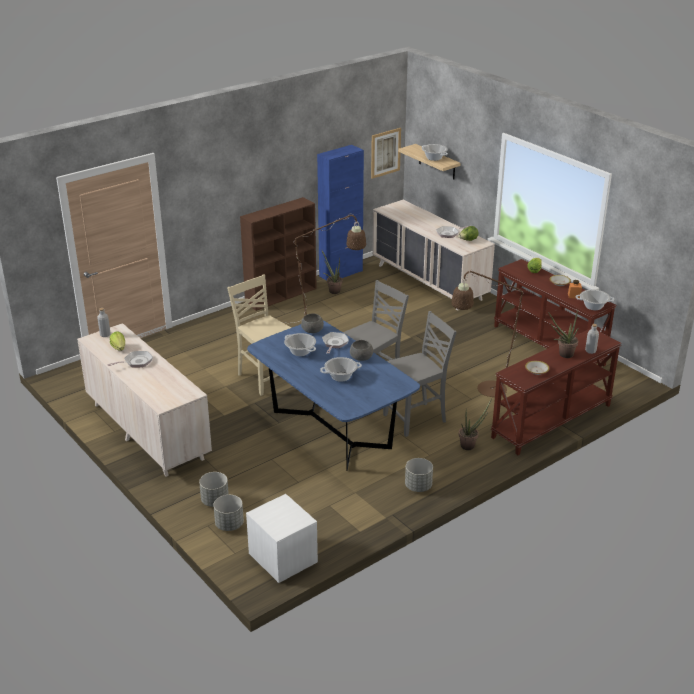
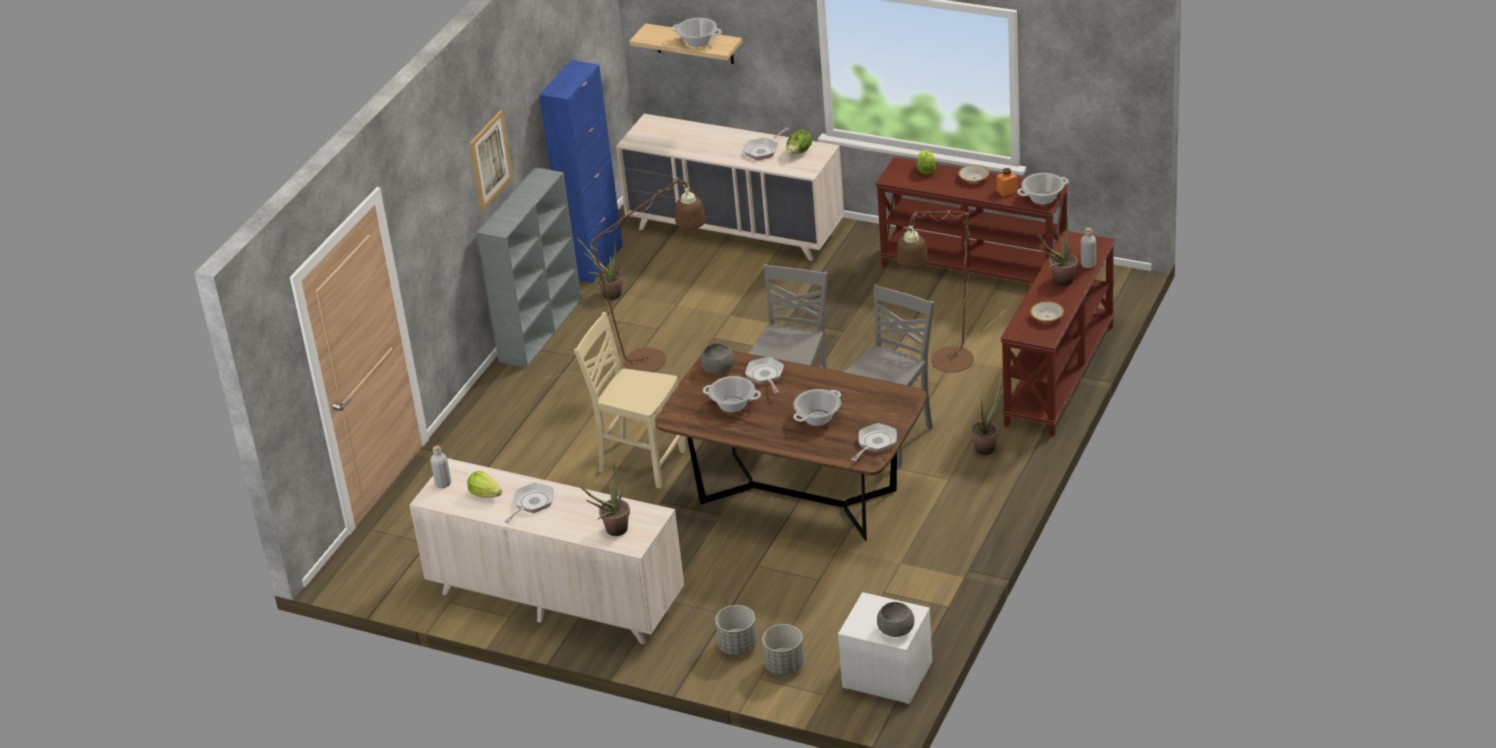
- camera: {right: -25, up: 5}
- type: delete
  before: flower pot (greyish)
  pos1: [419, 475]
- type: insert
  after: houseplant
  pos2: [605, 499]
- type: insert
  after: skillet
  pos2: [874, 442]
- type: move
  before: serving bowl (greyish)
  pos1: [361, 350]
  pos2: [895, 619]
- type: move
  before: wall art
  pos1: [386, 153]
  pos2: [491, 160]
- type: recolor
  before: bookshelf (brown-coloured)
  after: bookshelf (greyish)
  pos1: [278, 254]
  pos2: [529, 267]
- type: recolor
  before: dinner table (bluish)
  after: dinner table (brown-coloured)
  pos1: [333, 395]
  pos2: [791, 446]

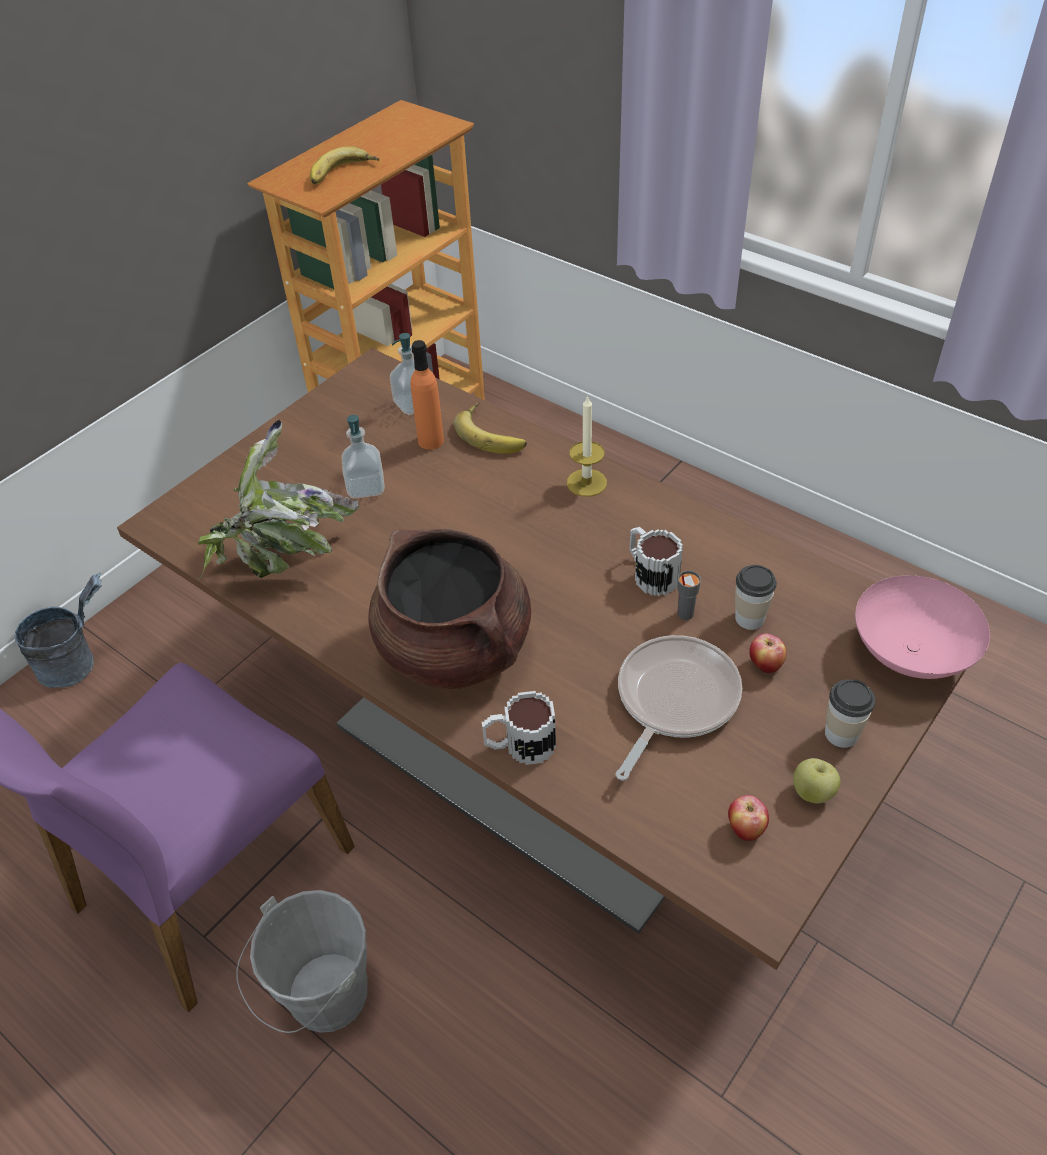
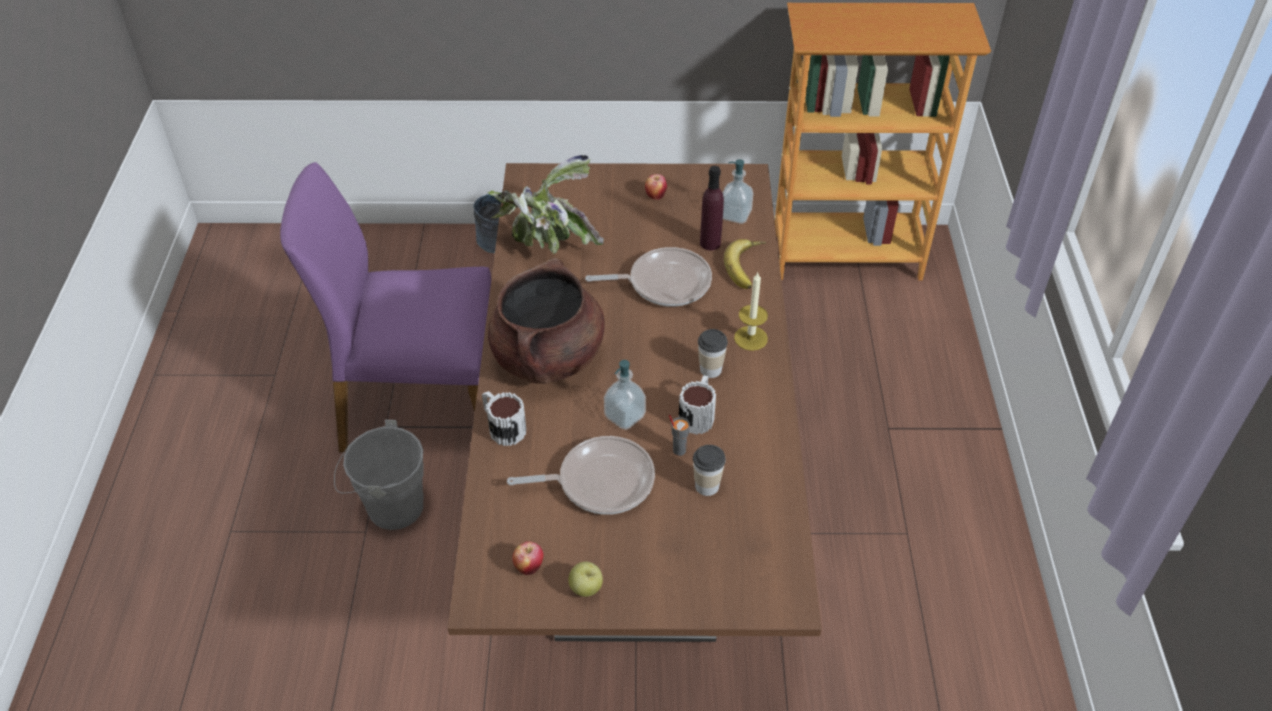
- camera: {right: 50, up: 0}
- type: delete
  before: whole banana
  pos1: [344, 165]
- type: delete
  before: serving bowl (pinkish)
  pos1: [922, 627]
- type: insert
  after: skillet
  pos2: [648, 277]
- type: move
  before: liquid soap bottle
  pos1: [363, 457]
  pos2: [625, 395]
- type: move
  before: apple
  pos1: [767, 653]
  pos2: [656, 187]
- type: move
  before: cup
  pos1: [850, 713]
  pos2: [713, 353]
- type: recolor
  before: drink bottle (orange-coloured)
  after: drink bottle (purple)
  pos1: [427, 395]
  pos2: [712, 208]

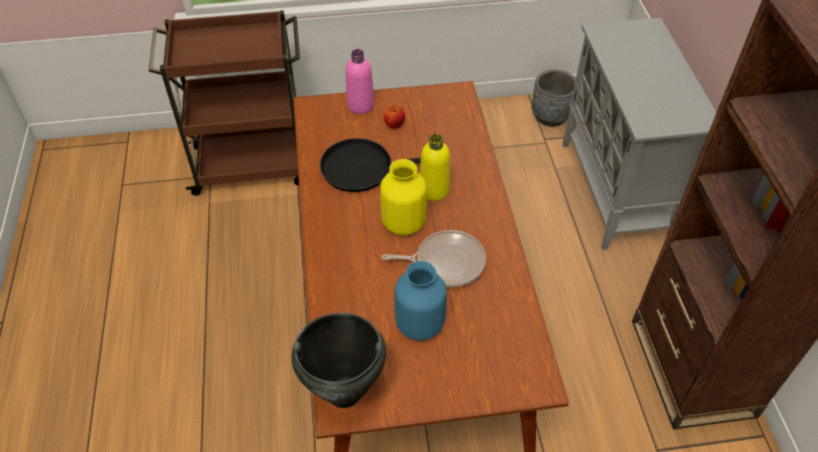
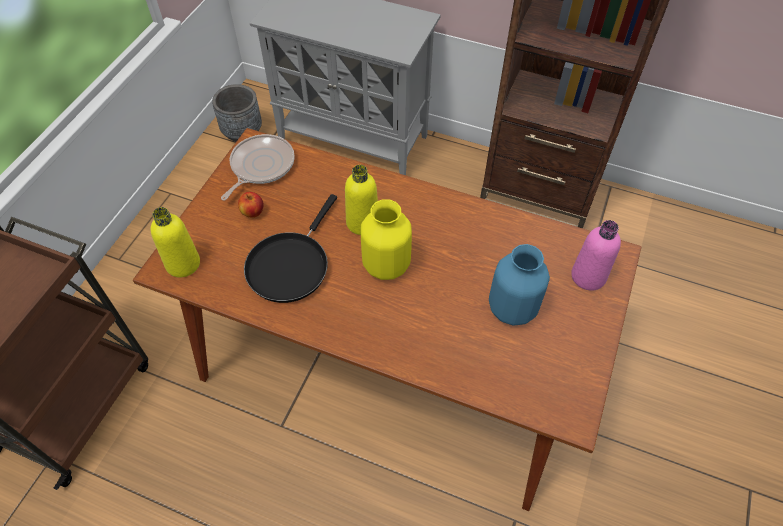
- camera: {right: -60, up: 5}
- type: delete
  before: stockpot (black)
  pos1: [339, 360]
- type: insert
  after: drink bottle (yellowish)
  pos2: [175, 242]
- type: move
  before: drink bottle (pinkish)
  pos1: [360, 81]
  pos2: [596, 255]
- type: move
  before: skillet
  pos1: [433, 258]
  pos2: [258, 167]

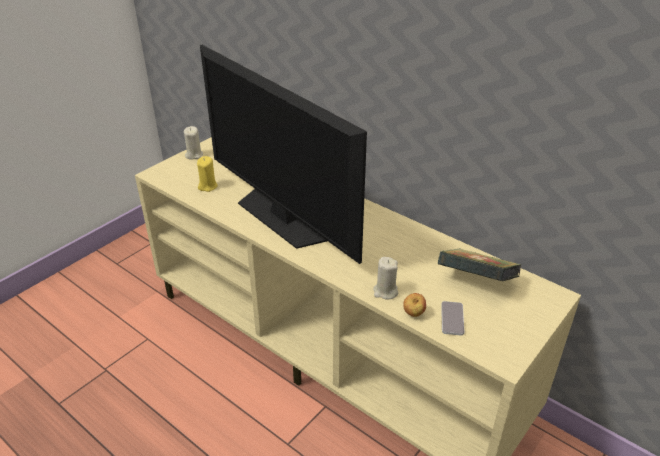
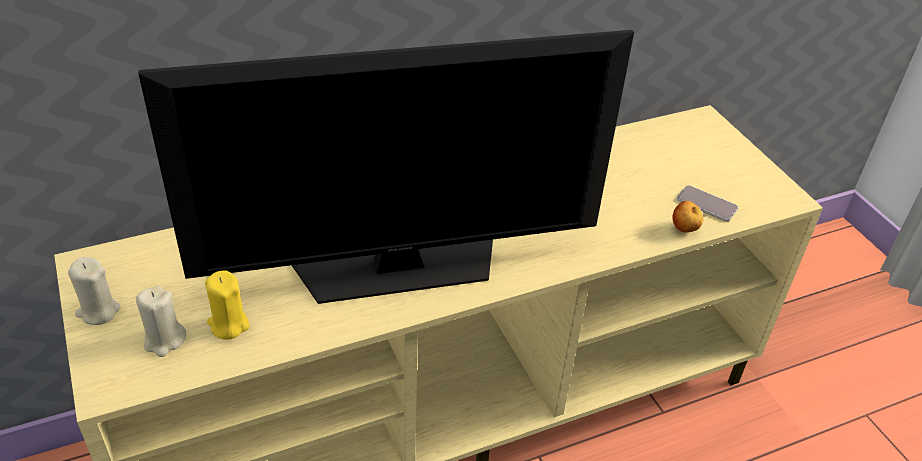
- camera: {right: -65, up: 5}
- type: delete
  before: bound book
  pos1: [479, 264]
- type: move
  before: wax light (beige-coloured)
  pos1: [385, 278]
  pos2: [161, 321]

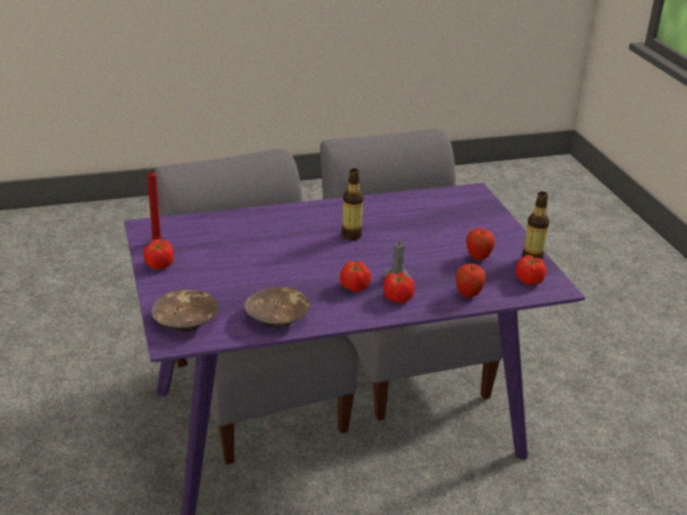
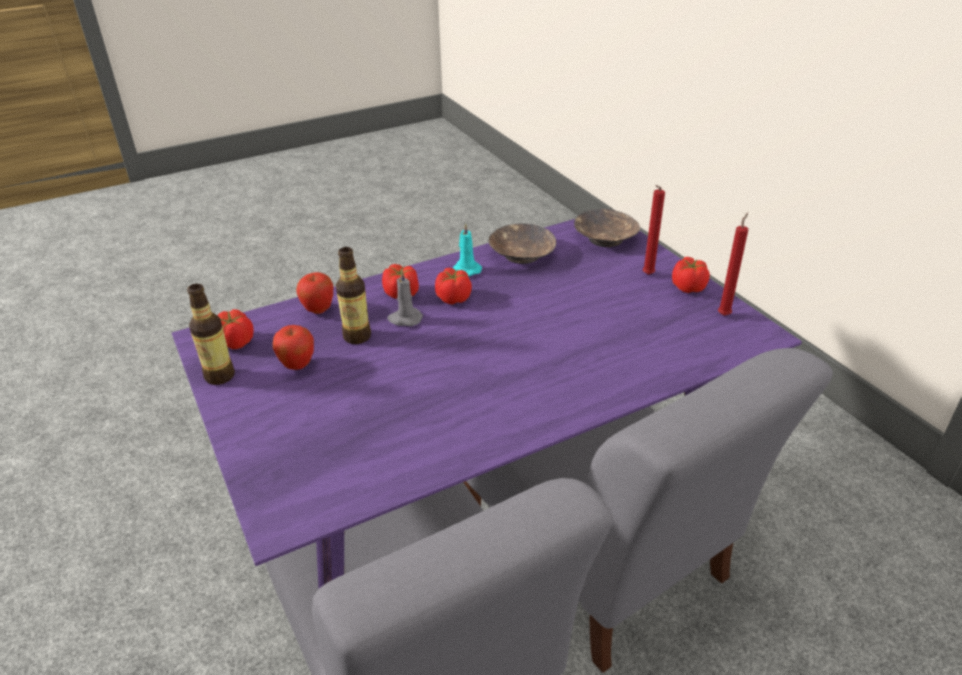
- camera: {right: 170, up: 5}
- type: insert
  after: wax light (blue-green)
  pos2: [467, 250]
- type: insert
  after: wax light (reddish)
  pos2: [654, 230]
- type: move
  before: drink bottle
  pos1: [352, 204]
  pos2: [353, 295]

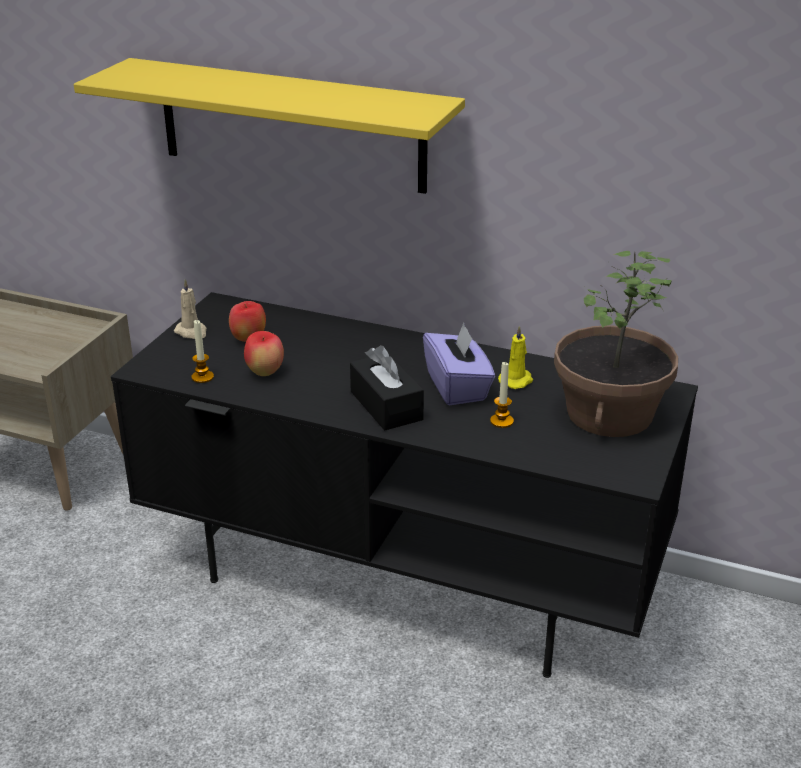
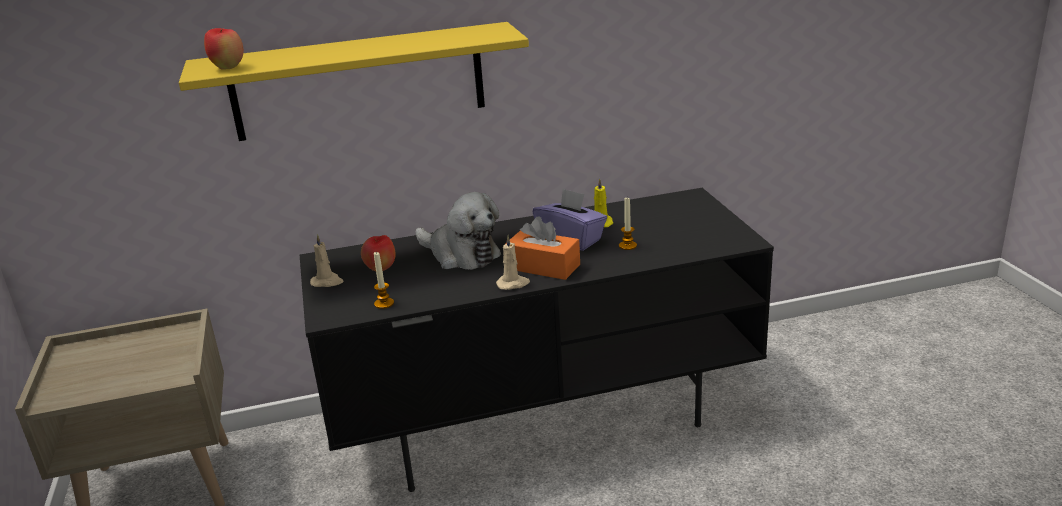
- camera: {right: -35, up: -5}
- type: delete
  before: houseplant
  pos1: [616, 344]
- type: insert
  after: cuddly toy
  pos2: [458, 231]
- type: insert
  after: wax light (beige-coloured)
  pos2: [513, 262]
- type: move
  before: apple
  pos1: [264, 353]
  pos2: [224, 49]
- type: recolor
  before: box of tissues (black)
  after: box of tissues (orange-coloured)
  pos1: [387, 387]
  pos2: [542, 248]

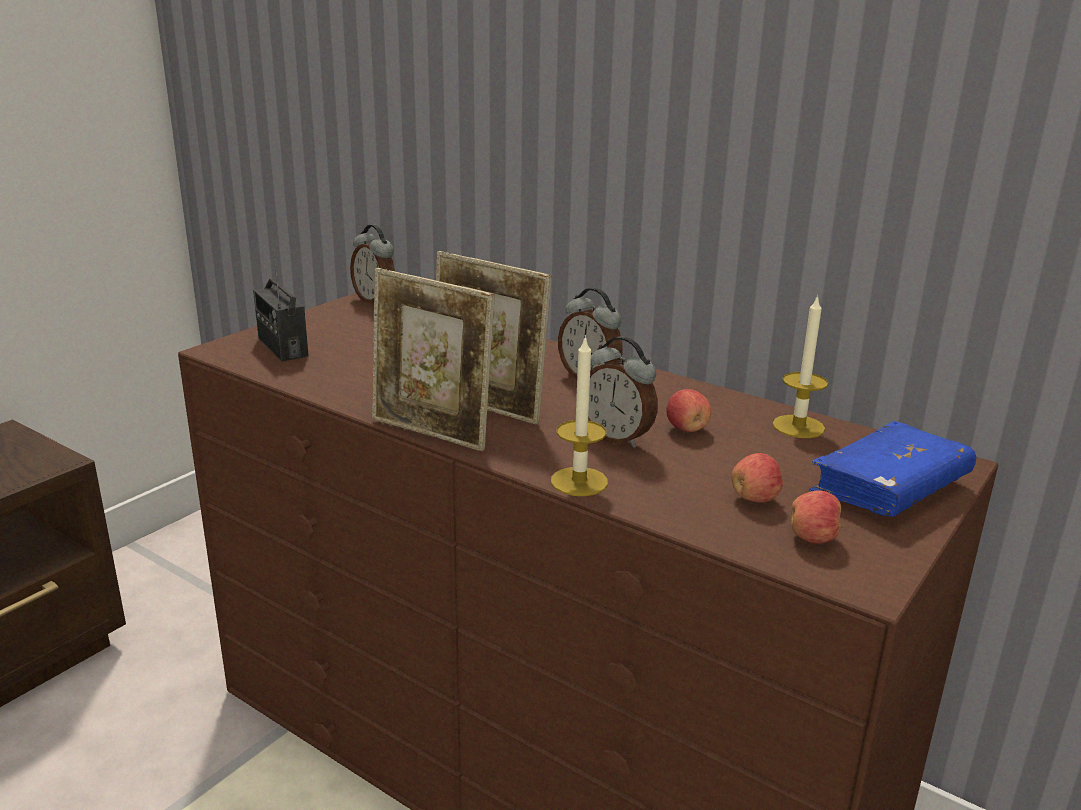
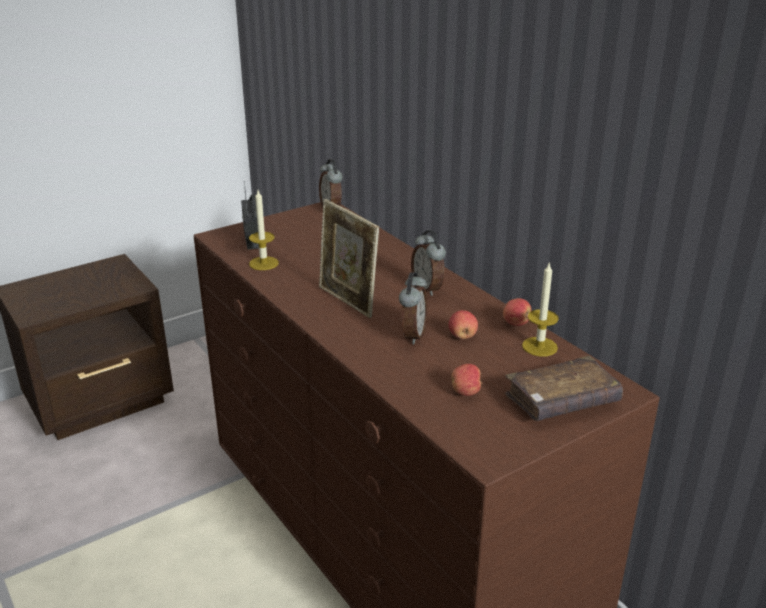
- camera: {right: 20, up: 5}
- type: delete
  before: picture frame
  pos1: [433, 359]
- type: move
  before: wax light
  pos1: [579, 415]
  pos2: [264, 230]
- type: move
  before: apple
  pos1: [817, 517]
  pos2: [517, 312]
- type: recolor
  before: bound book (bluish)
  after: bound book (brown-coloured)
  pos1: [892, 469]
  pos2: [564, 388]
- type: rotate
  before: alarm clock
  pos1: [623, 392]
  pos2: [413, 308]
  turn: -135

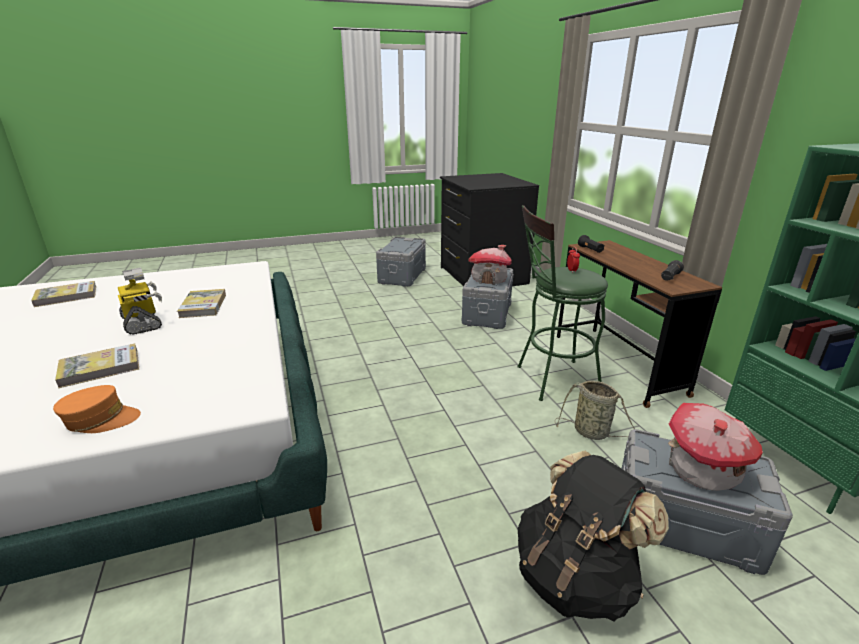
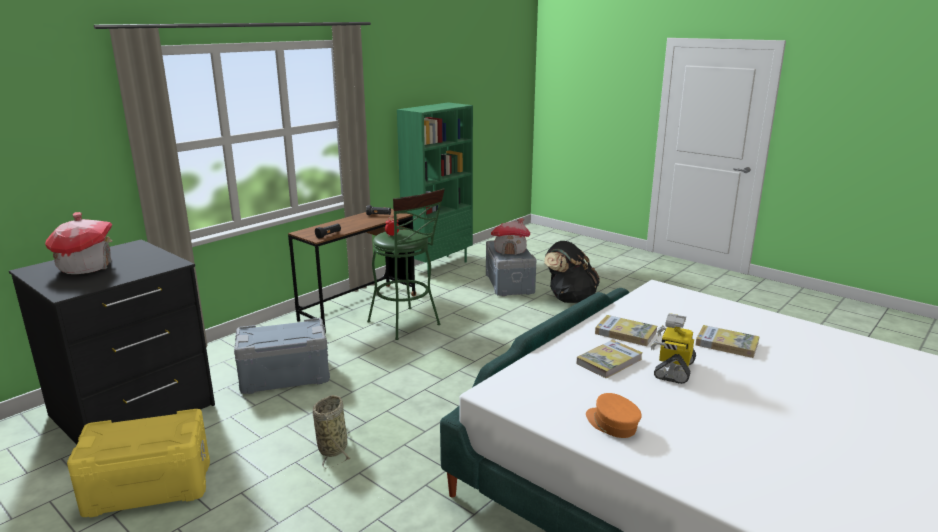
- camera: {right: -120, up: -5}
- type: move
  before: bound book
  pos1: [63, 294]
  pos2: [626, 330]
- type: move
  before: peaked cap (orange-coloured)
  pos1: [97, 409]
  pos2: [614, 415]
- type: move
  before: miniature house
  pos1: [490, 265]
  pos2: [79, 243]
- type: move
  before: basket
  pos1: [595, 410]
  pos2: [331, 432]
- type: recolor
  before: storage bin (greyish)
  after: storage bin (yellowish)
  pos1: [401, 262]
  pos2: [138, 463]

